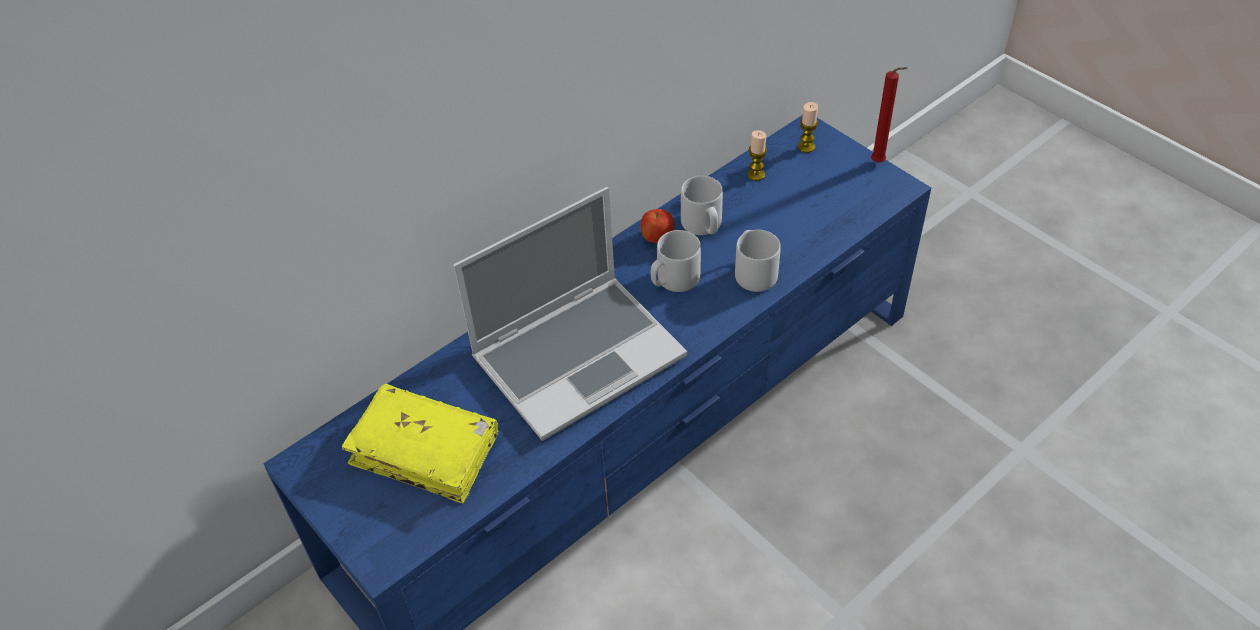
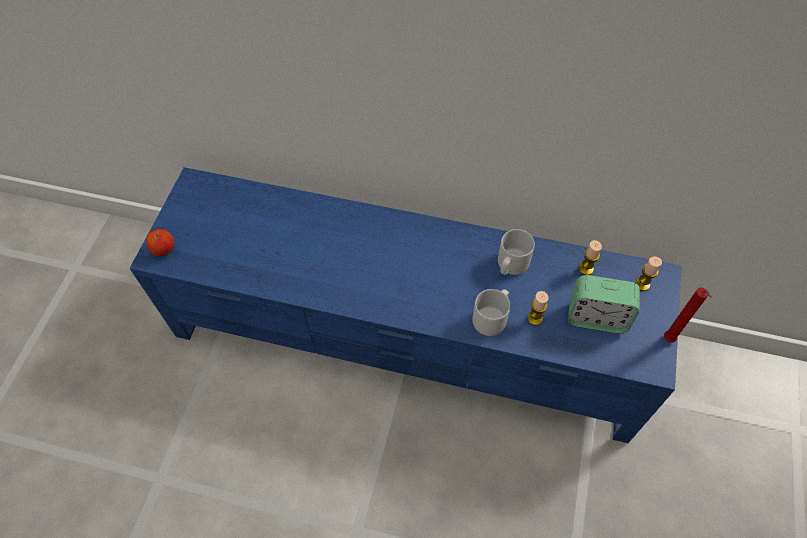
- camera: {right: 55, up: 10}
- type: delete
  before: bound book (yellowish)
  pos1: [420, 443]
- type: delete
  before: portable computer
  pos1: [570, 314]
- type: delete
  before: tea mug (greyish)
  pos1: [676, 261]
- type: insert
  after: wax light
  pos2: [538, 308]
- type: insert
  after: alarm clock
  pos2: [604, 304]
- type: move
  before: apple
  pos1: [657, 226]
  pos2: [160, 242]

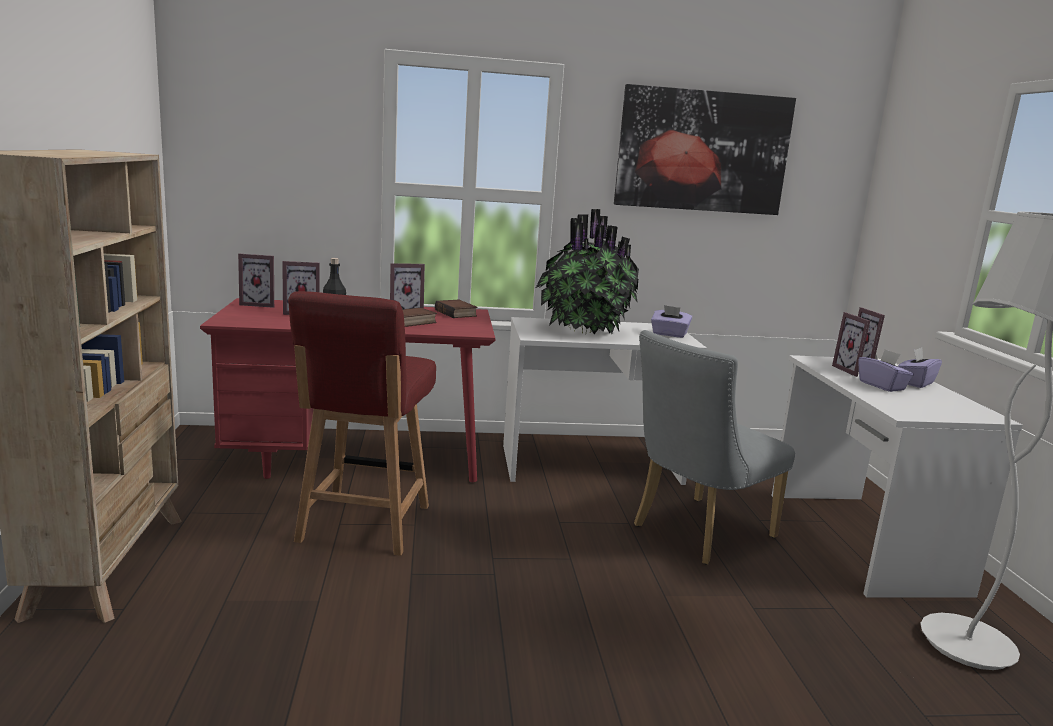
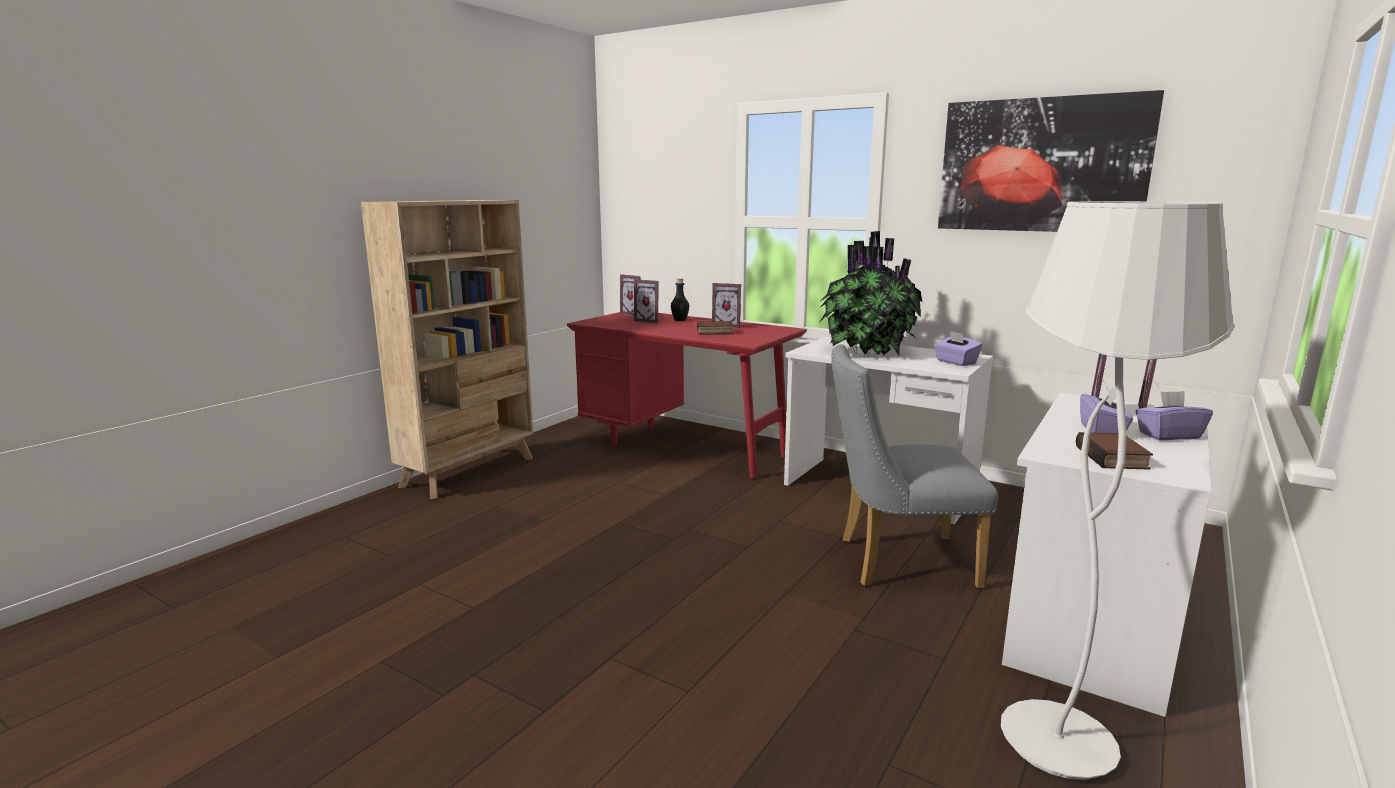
- camera: {right: 40, up: 0}
- type: delete
  before: chair (reddish)
  pos1: [362, 423]
- type: move
  before: bound book
  pos1: [456, 309]
  pos2: [1114, 451]

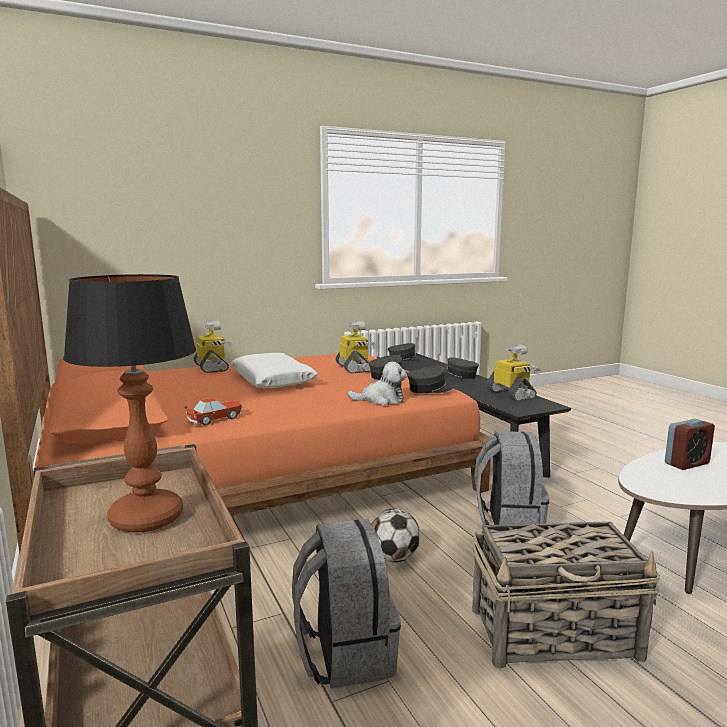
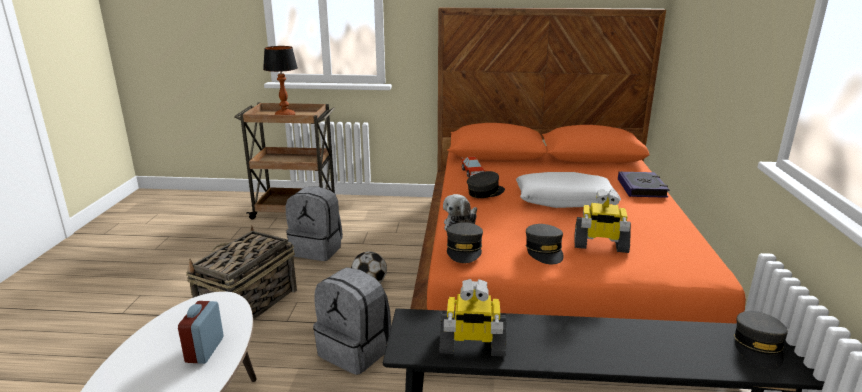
- camera: {right: 120, up: 10}
- type: move
  before: peaked cap (greyish)
  pos1: [461, 368]
  pos2: [486, 184]
- type: replace
  before: robot figure
  after: bound book
  pos1: [213, 347]
  pos2: [643, 185]

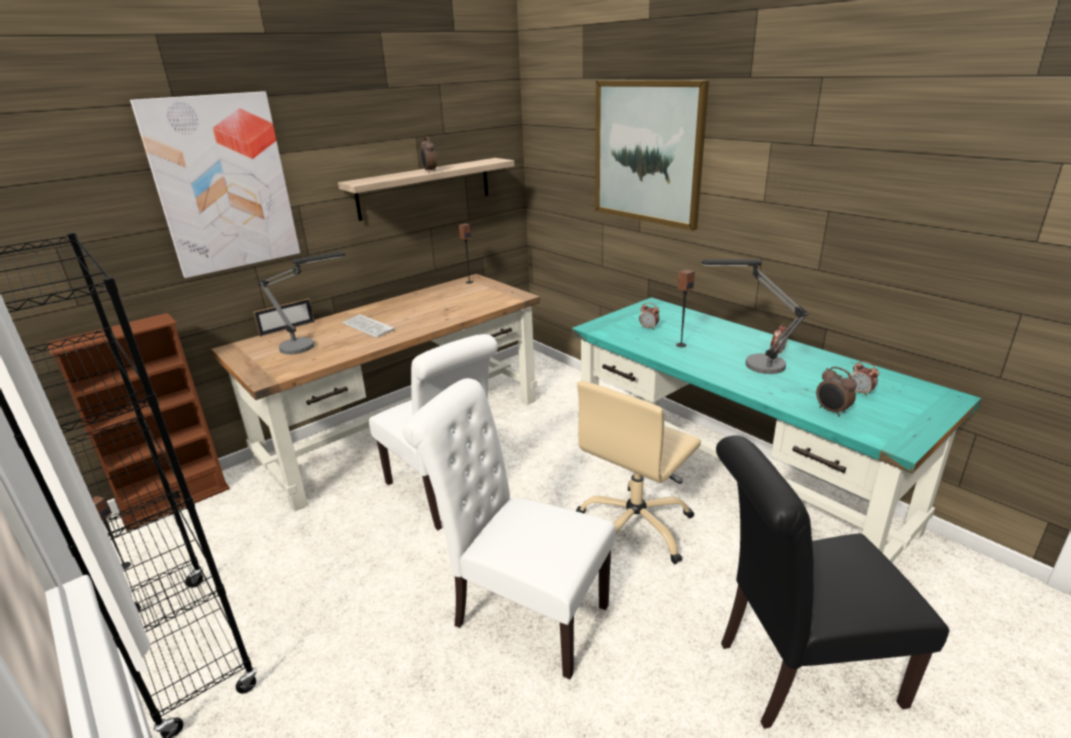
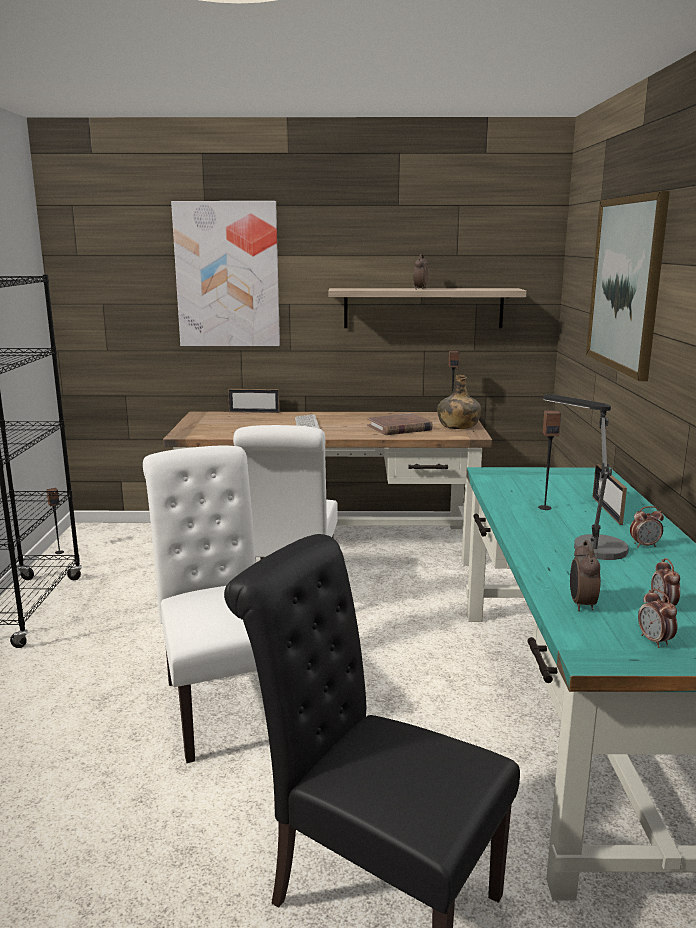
- camera: {right: 40, up: -10}
- type: delete
  before: bookshelf (brown-coloured)
  pos1: [138, 422]
- type: delete
  before: table lamp
  pos1: [302, 303]
- type: delete
  before: office chair (beige-coloured)
  pos1: [638, 472]
- type: insert
  after: bound book (brown-coloured)
  pos2: [400, 424]
- type: insert
  after: drink bottle (green-coloured)
  pos2: [459, 402]
- type: insert
  after: picture frame
  pos2: [610, 494]
- type: move
  before: alarm clock
  pos1: [649, 316]
  pos2: [658, 618]

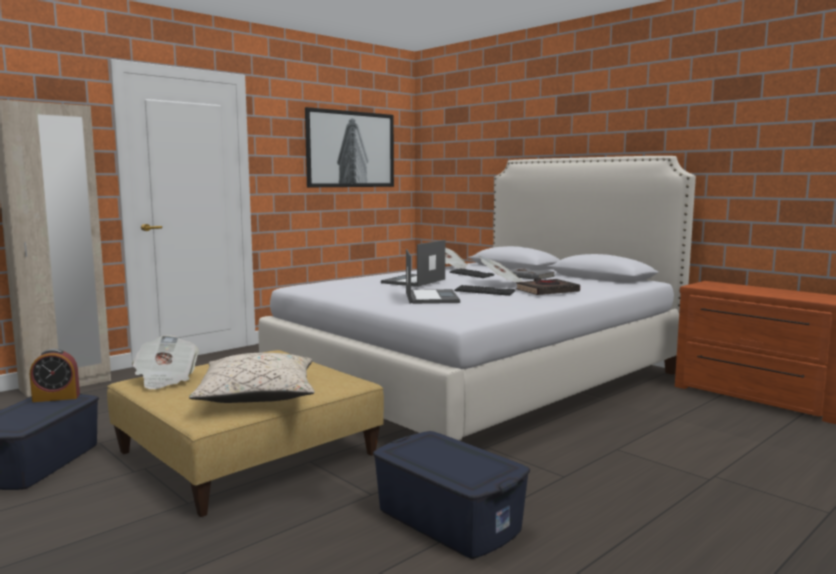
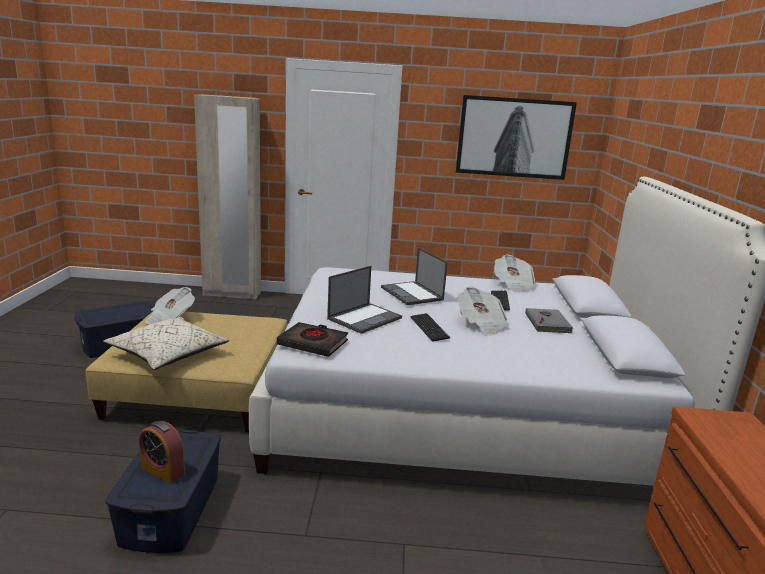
- camera: {right: 45, up: 10}
- type: move
  before: alarm clock
  pos1: [55, 375]
  pos2: [162, 452]
- type: move
  before: bound book (black)
  pos1: [548, 286]
  pos2: [312, 339]
- type: rotate
  before: portable computer
  pos1: [413, 263]
  pos2: [414, 276]
  turn: -105

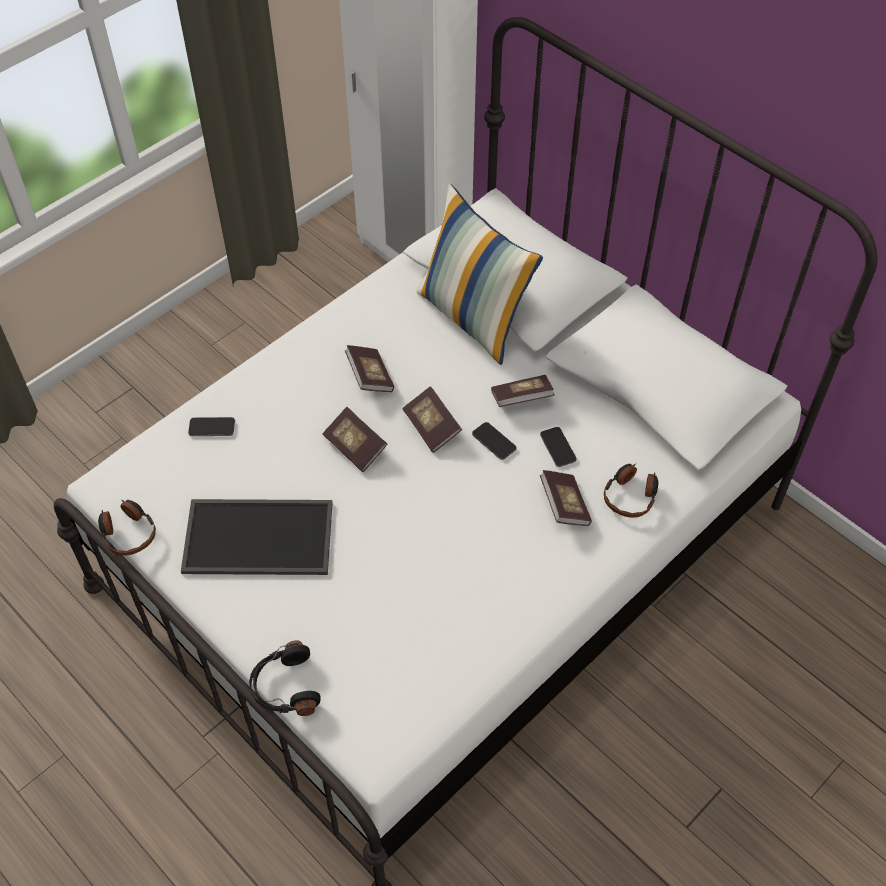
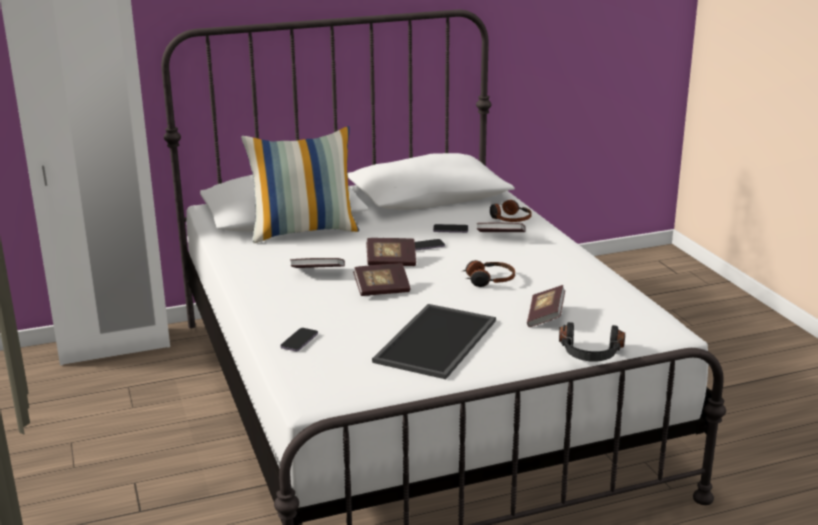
- camera: {right: -65, up: -30}
- type: move
  before: headset
  pos1: [127, 527]
  pos2: [489, 273]
- type: move
  before: bound book
  pos1: [523, 391]
  pos2: [546, 306]

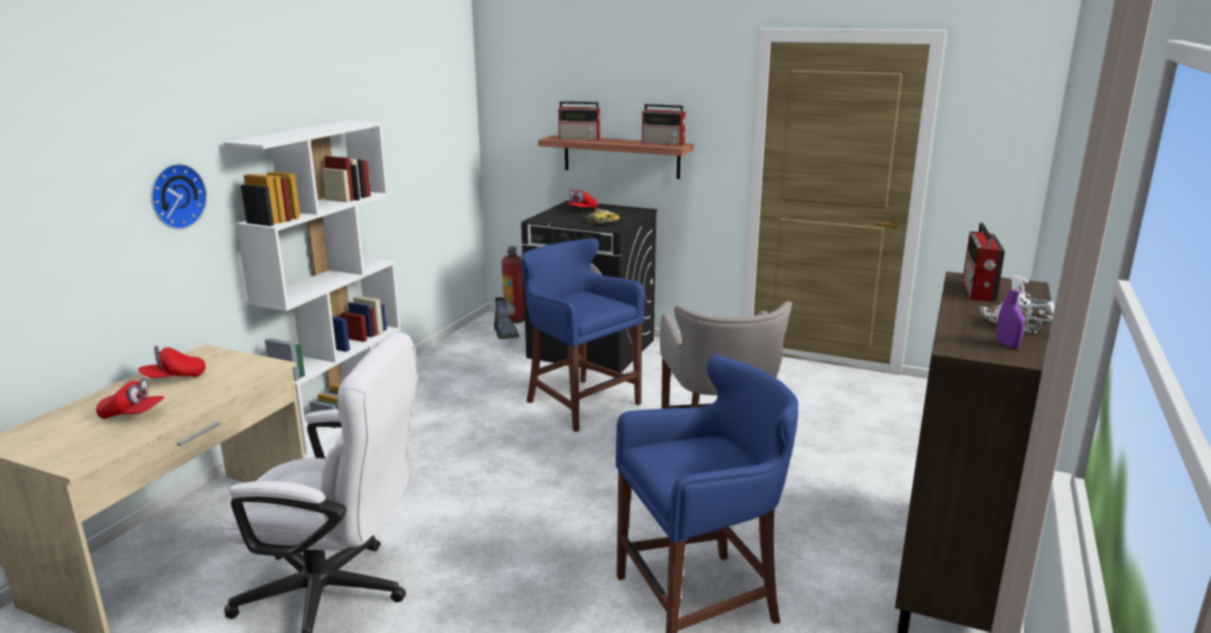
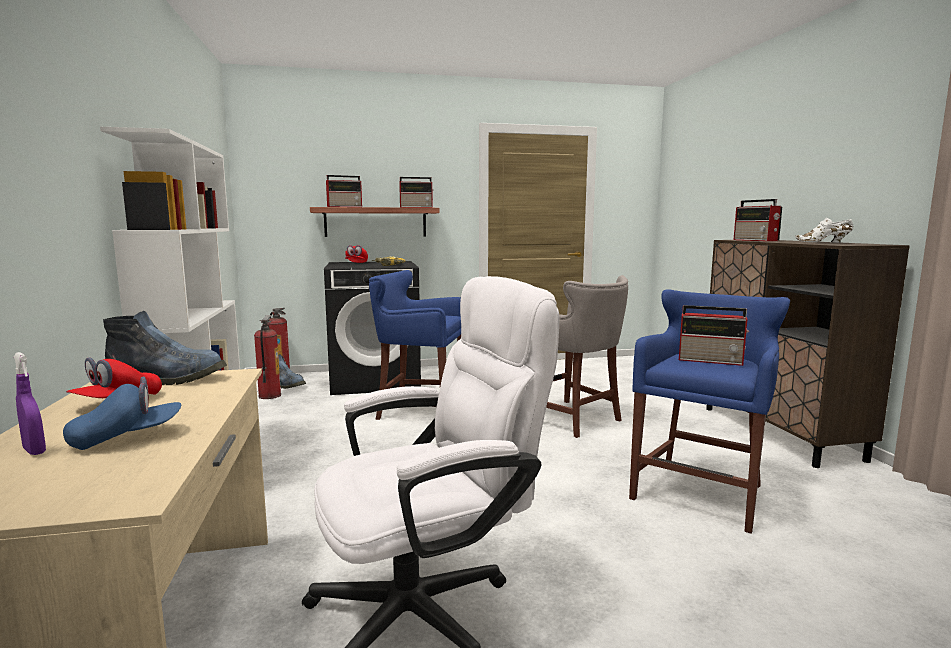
- camera: {right: -35, up: -10}
- type: delete
  before: wall clock
  pos1: [179, 196]
- type: insert
  after: tall boot
  pos2: [165, 348]
- type: insert
  after: extinguisher
  pos2: [267, 357]
- type: insert
  after: radio
  pos2: [714, 335]
- type: move
  before: spray bottle (purple)
  pos1: [1012, 311]
  pos2: [30, 403]
- type: recolor
  before: peaked cap (reddish)
  after: peaked cap (bluish)
  pos1: [130, 398]
  pos2: [122, 413]

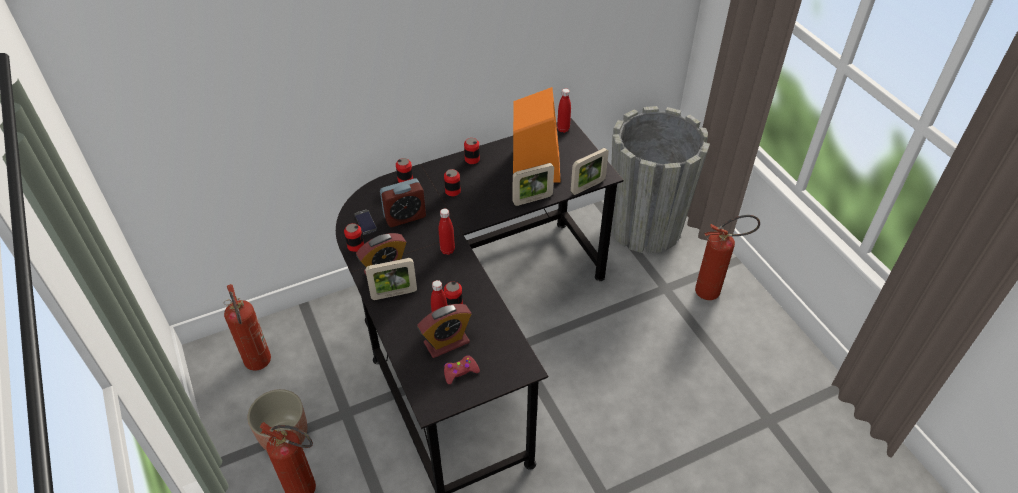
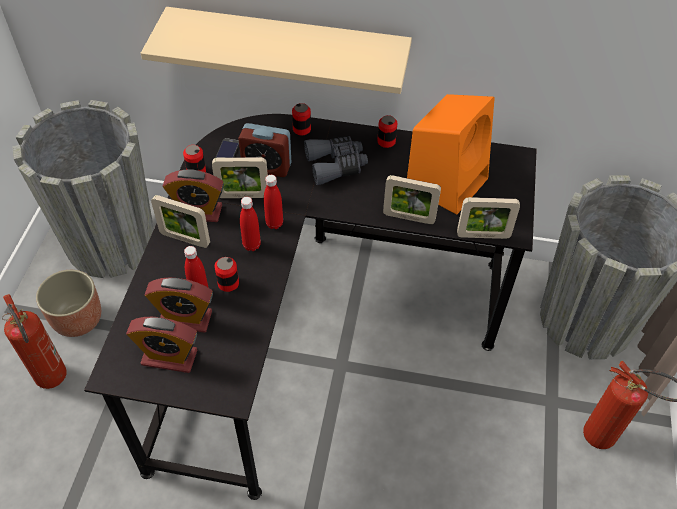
- camera: {right: 35, up: 5}
- type: insert
  after: shelf (beige-coloured)
  pos2: [276, 50]
- type: insert
  after: picture frame
  pos2: [240, 177]
- type: move
  before: drink bottle (reddish)
  pos1: [564, 111]
  pos2: [250, 224]
- type: replace
  before: extinguisher
  after: flower pot (greyish)
  pos1: [247, 327]
  pos2: [83, 189]
- type: replace
  before: metal can
  after: field glasses (greyish)
  pos1: [452, 182]
  pos2: [336, 160]
- type: replace
  before: game controller (reddish)
  after: alarm clock
  pos1: [462, 369]
  pos2: [161, 345]

